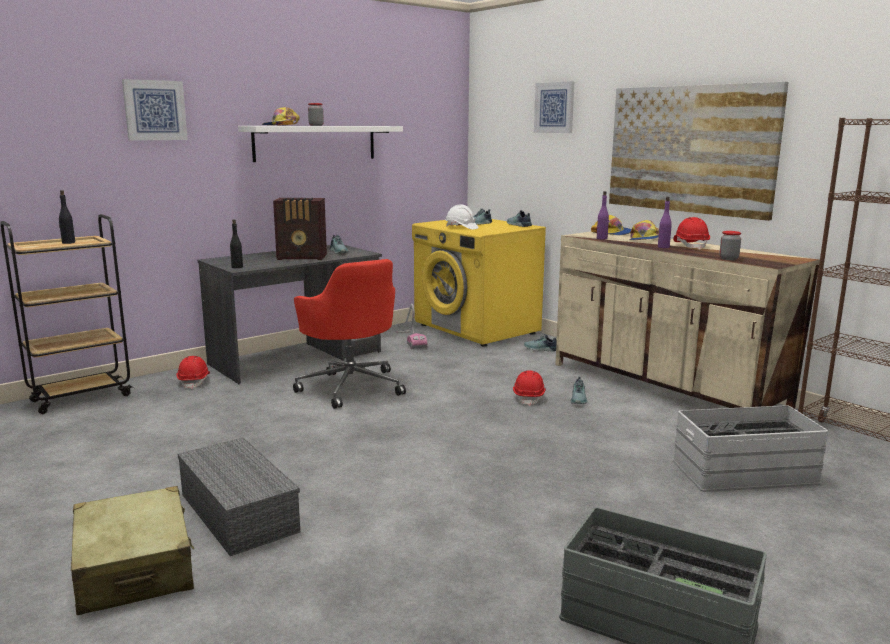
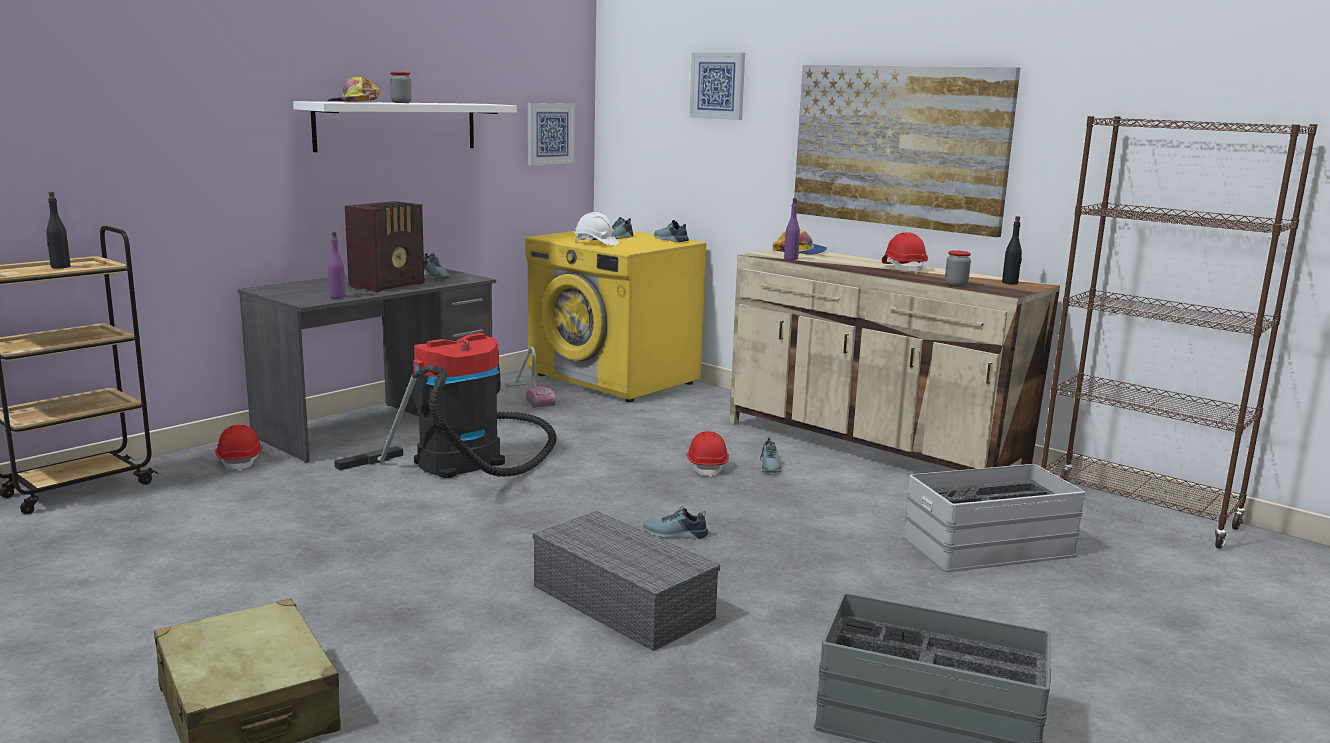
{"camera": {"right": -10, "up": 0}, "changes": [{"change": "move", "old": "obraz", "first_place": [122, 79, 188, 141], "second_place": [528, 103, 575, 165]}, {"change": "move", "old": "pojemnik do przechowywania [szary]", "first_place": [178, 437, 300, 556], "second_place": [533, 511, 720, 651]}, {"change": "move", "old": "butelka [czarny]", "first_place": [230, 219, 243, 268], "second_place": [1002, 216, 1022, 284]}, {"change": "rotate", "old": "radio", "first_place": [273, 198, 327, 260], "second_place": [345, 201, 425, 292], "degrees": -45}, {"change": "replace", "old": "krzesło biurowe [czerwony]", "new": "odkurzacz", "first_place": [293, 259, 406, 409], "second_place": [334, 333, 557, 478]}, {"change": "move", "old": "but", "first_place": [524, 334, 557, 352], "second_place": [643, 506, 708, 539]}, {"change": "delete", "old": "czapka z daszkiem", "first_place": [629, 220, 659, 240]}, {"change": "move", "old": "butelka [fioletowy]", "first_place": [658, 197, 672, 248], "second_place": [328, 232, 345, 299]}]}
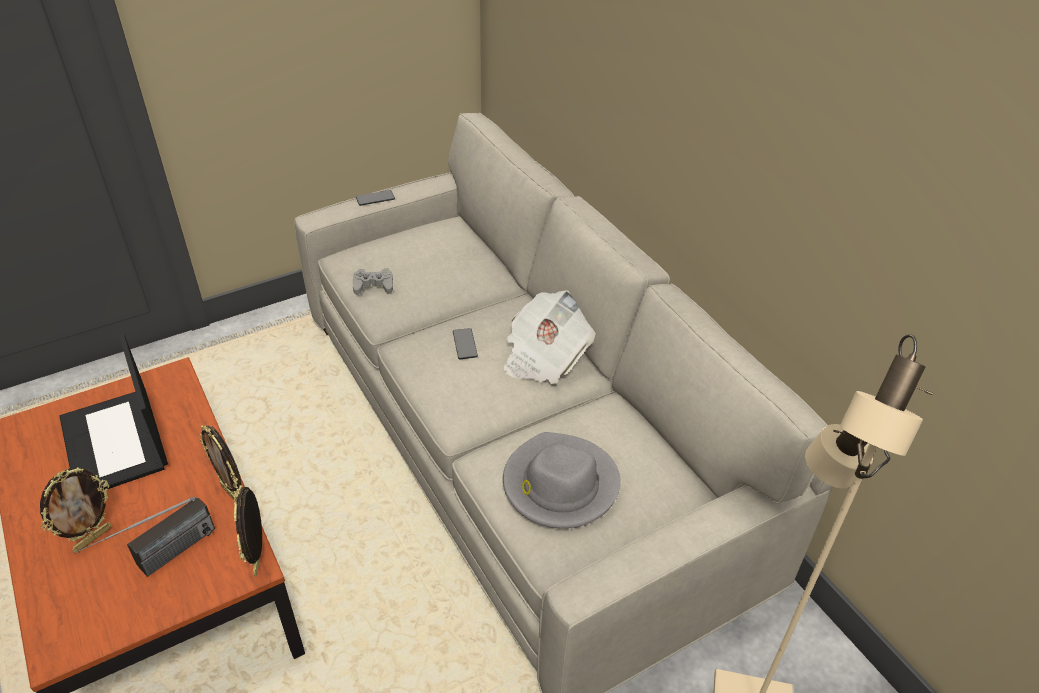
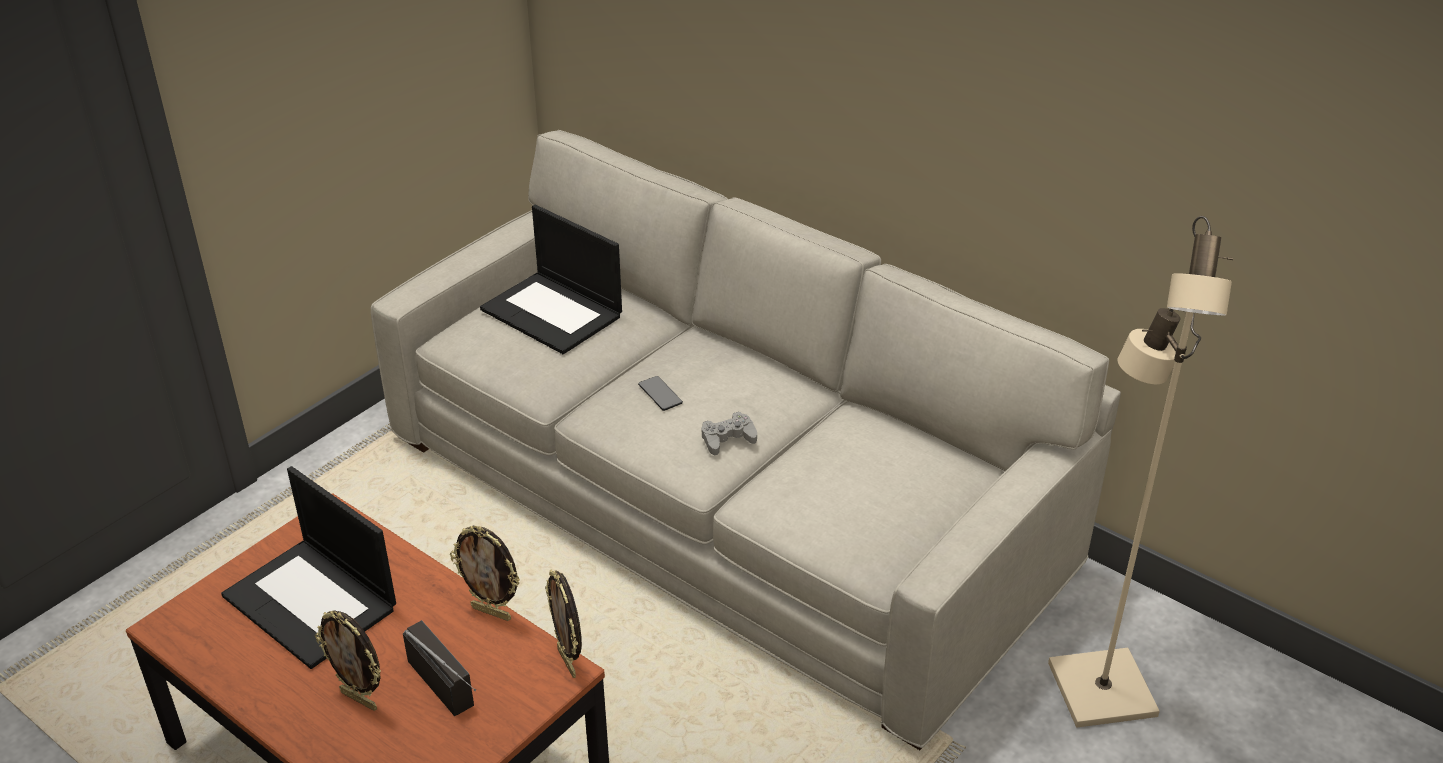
{"camera": {"right": -20, "up": -5}, "changes": [{"change": "rotate", "old": "ramka na zdjęcie", "first_place": [40, 467, 111, 552], "second_place": [315, 610, 381, 711], "degrees": 105}, {"change": "rotate", "old": "radio", "first_place": [74, 497, 215, 577], "second_place": [403, 620, 476, 716], "degrees": -60}, {"change": "move", "old": "pad do gier [szary]", "first_place": [353, 268, 393, 295], "second_place": [702, 412, 757, 455]}, {"change": "delete", "old": "telefon", "first_place": [356, 190, 395, 206]}, {"change": "delete", "old": "gazeta", "first_place": [503, 290, 596, 384]}, {"change": "delete", "old": "kapelusz [szary]", "first_place": [503, 432, 621, 528]}, {"change": "insert", "new": "laptop", "second_place": [480, 205, 622, 354]}]}
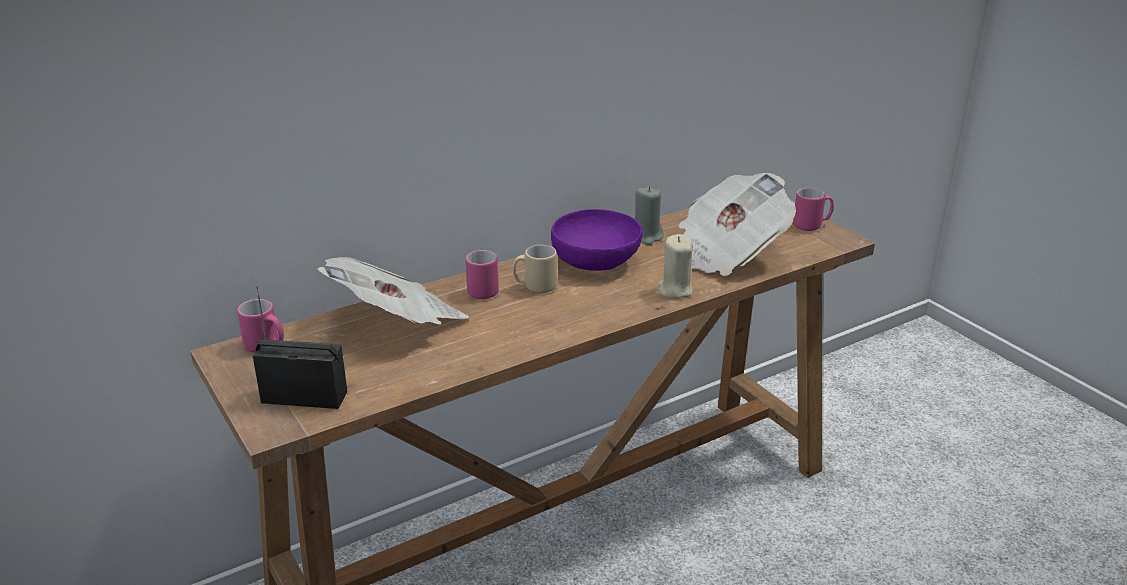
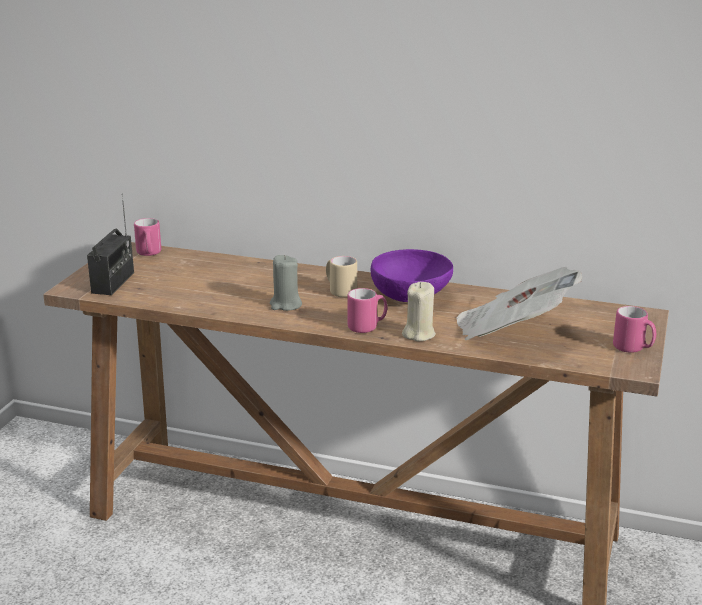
{"camera": {"right": 50, "up": -5}, "changes": [{"change": "rotate", "old": "radio", "first_place": [253, 286, 347, 409], "second_place": [87, 194, 134, 295], "degrees": 45}, {"change": "delete", "old": "gazeta", "first_place": [317, 257, 469, 325]}, {"change": "move", "old": "kubek [różowy]", "first_place": [465, 250, 499, 299], "second_place": [348, 288, 387, 333]}, {"change": "move", "old": "świeca [szary]", "first_place": [635, 186, 664, 245], "second_place": [270, 255, 302, 311]}]}
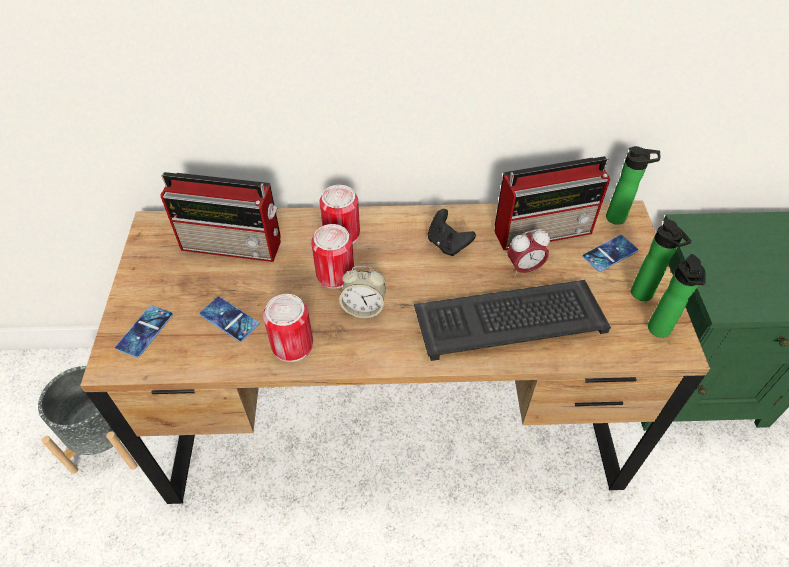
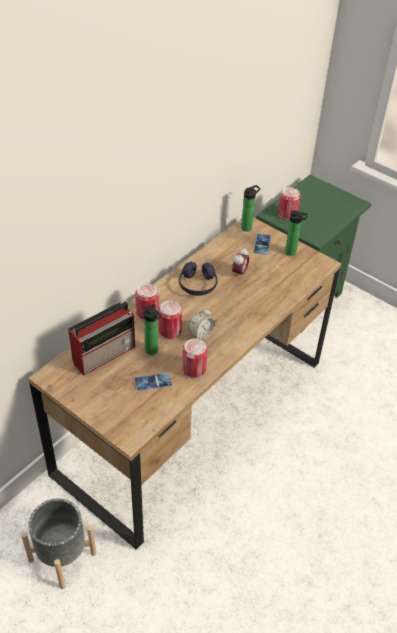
{"camera": {"right": -50, "up": -5}, "changes": [{"change": "delete", "old": "telefon", "first_place": [115, 305, 173, 358]}, {"change": "delete", "old": "klawiatura", "first_place": [414, 280, 611, 361]}, {"change": "replace", "old": "pad do gier [czarny]", "new": "słuchawki [fioletowy]", "first_place": [428, 209, 476, 256], "second_place": [179, 262, 217, 296]}, {"change": "delete", "old": "radio", "first_place": [494, 156, 610, 250]}, {"change": "move", "old": "butelka", "first_place": [648, 254, 706, 338], "second_place": [144, 306, 162, 355]}, {"change": "insert", "new": "puszka", "second_place": [279, 187, 300, 220]}]}
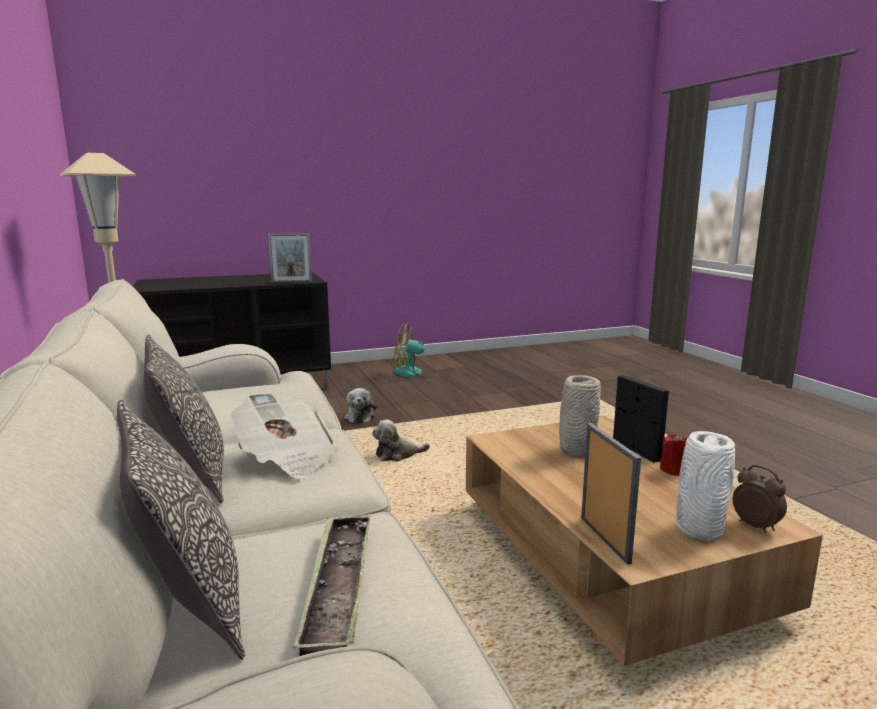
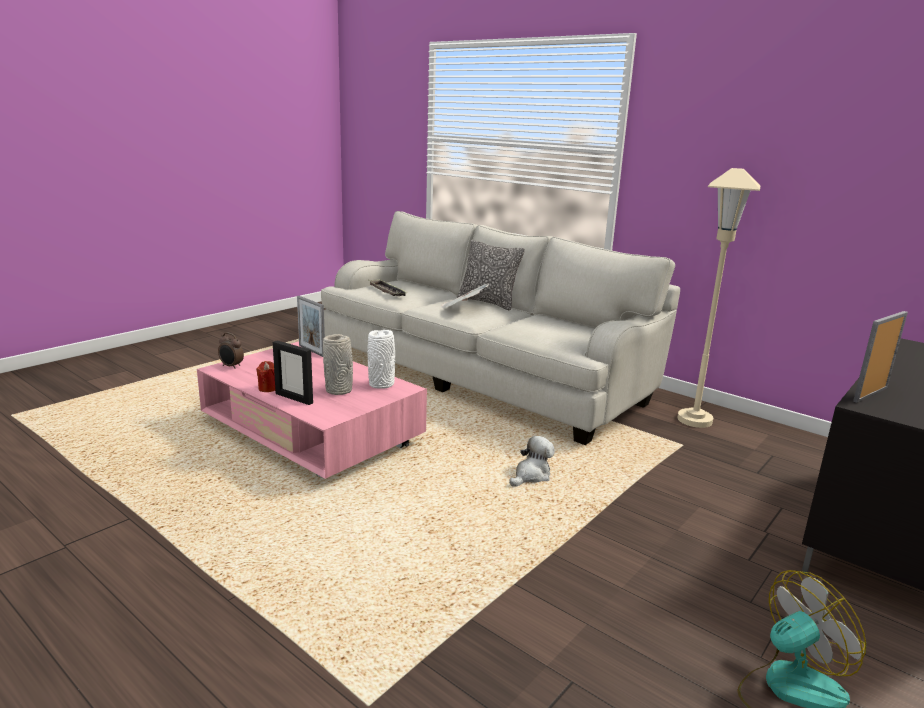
{"camera": {"right": 150, "up": 5}, "changes": [{"change": "delete", "old": "poduszka", "first_place": [117, 400, 245, 660]}, {"change": "delete", "old": "pluszak", "first_place": [344, 388, 377, 423]}, {"change": "recolor", "old": "ława [brązowy]", "new": "ława [różowy]", "first_place": [466, 416, 823, 666], "second_place": [197, 342, 427, 479]}, {"change": "move", "old": "wazon [biały]", "first_place": [676, 431, 735, 541], "second_place": [367, 330, 395, 389]}]}
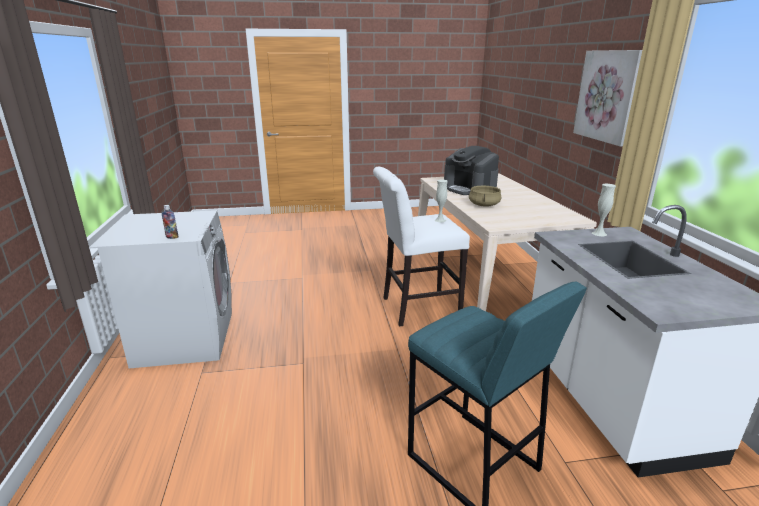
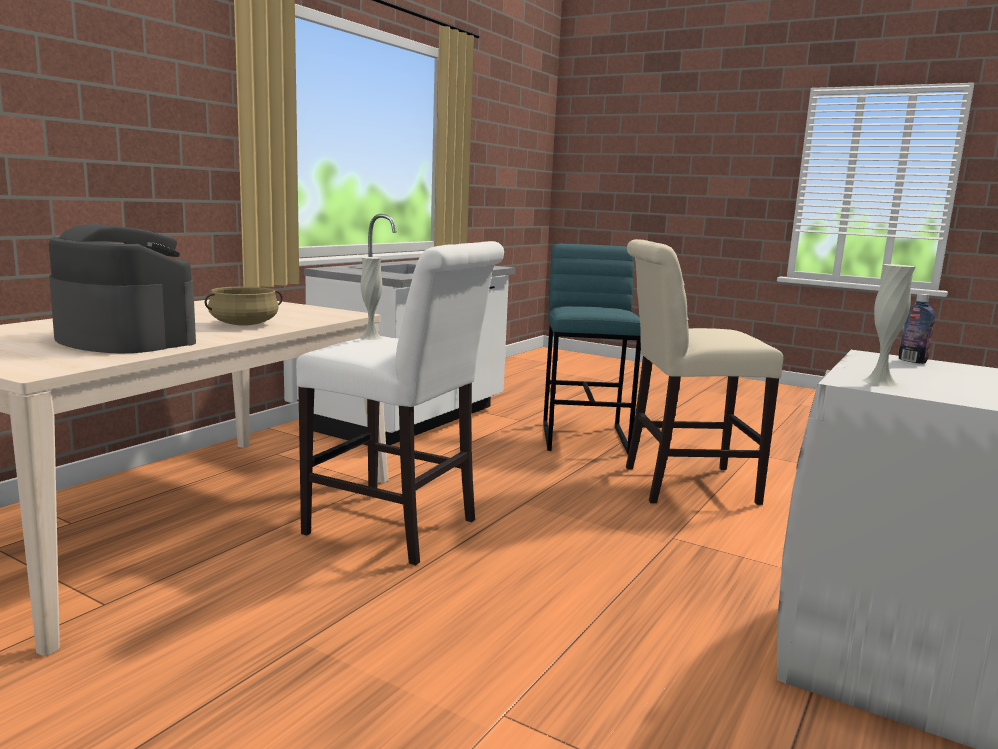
{"camera": {"right": -140, "up": -10}, "changes": [{"change": "rotate", "old": "ekspres do kawy", "first_place": [444, 146, 499, 195], "second_place": [49, 224, 196, 353], "degrees": -60}, {"change": "delete", "old": "obraz", "first_place": [573, 50, 642, 147]}, {"change": "move", "old": "wazon [biały]", "first_place": [592, 184, 616, 236], "second_place": [862, 264, 915, 387]}, {"change": "insert", "new": "stołek [beżowy]", "second_place": [626, 239, 783, 505]}]}
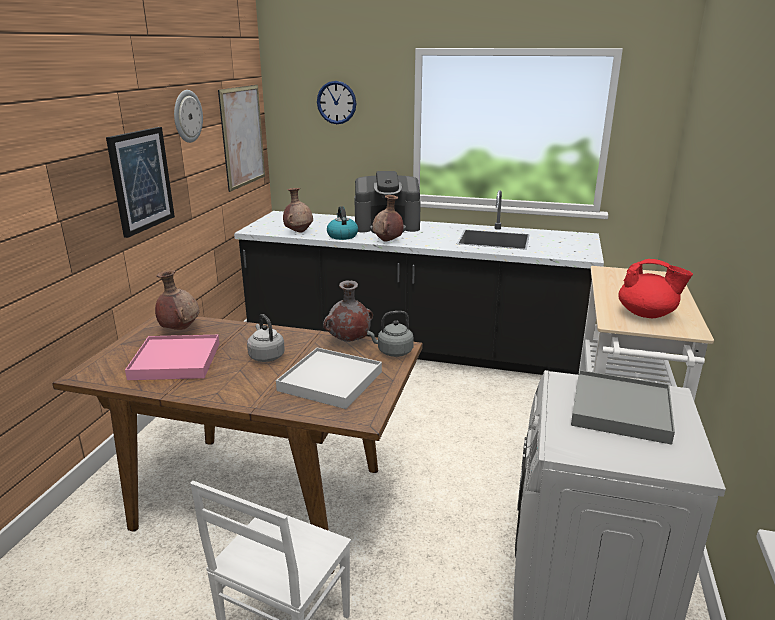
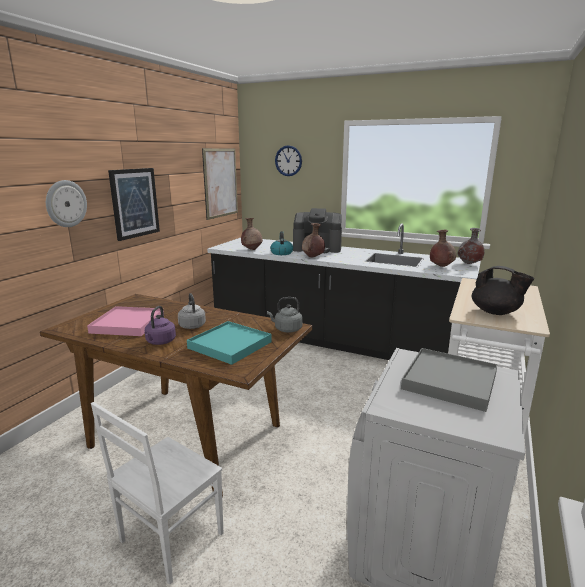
{"camera": {"right": 10, "up": -5}, "changes": [{"change": "move", "old": "wazon [brązowy]", "first_place": [155, 270, 199, 330], "second_place": [430, 230, 456, 267]}, {"change": "move", "old": "zegar ścienny", "first_place": [174, 90, 203, 143], "second_place": [46, 180, 87, 227]}, {"change": "recolor", "old": "taca [biały]", "new": "taca [turkusowy]", "first_place": [276, 348, 382, 409], "second_place": [187, 321, 272, 365]}, {"change": "move", "old": "wazon [szary]", "first_place": [323, 280, 373, 342], "second_place": [458, 228, 485, 264]}, {"change": "recolor", "old": "imbryk [czerwony]", "new": "imbryk [czarny]", "first_place": [618, 259, 693, 318], "second_place": [472, 266, 534, 315]}, {"change": "insert", "new": "czajnik [fioletowy]", "second_place": [144, 306, 176, 345]}]}
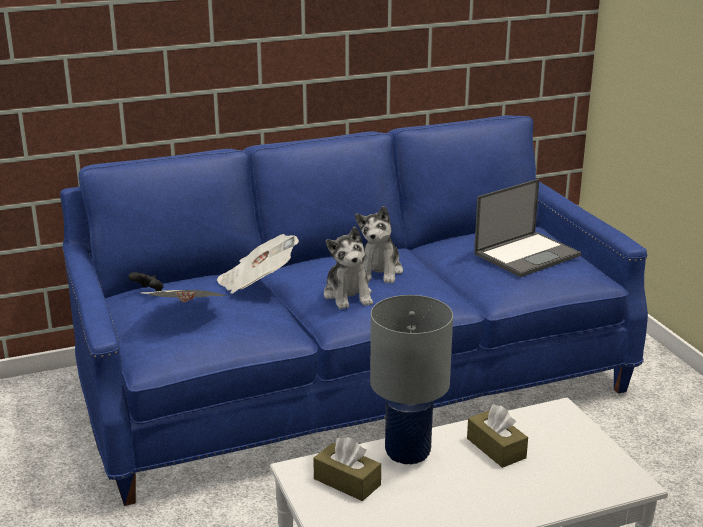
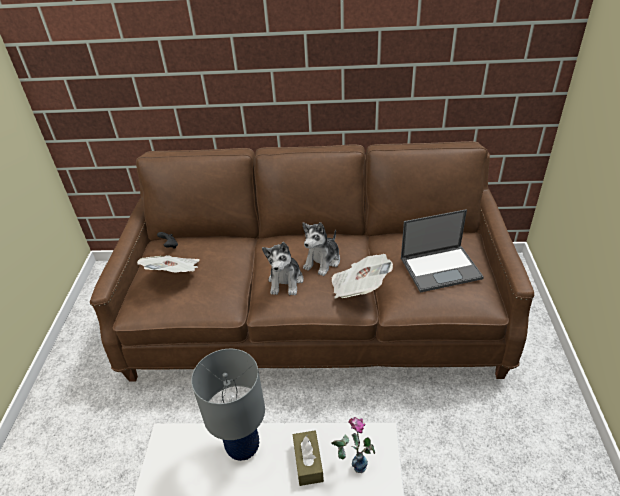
{"camera": {"right": 25, "up": 15}, "changes": [{"change": "recolor", "old": "kanapa [niebieski]", "new": "kanapa [brązowy]", "first_place": [60, 115, 648, 506], "second_place": [90, 141, 535, 382]}, {"change": "move", "old": "gazeta", "first_place": [217, 234, 299, 293], "second_place": [332, 254, 393, 299]}, {"change": "delete", "old": "pudełko chusteczek [brązowy]", "first_place": [313, 437, 381, 501]}, {"change": "insert", "new": "wazon", "second_place": [332, 417, 375, 473]}]}
